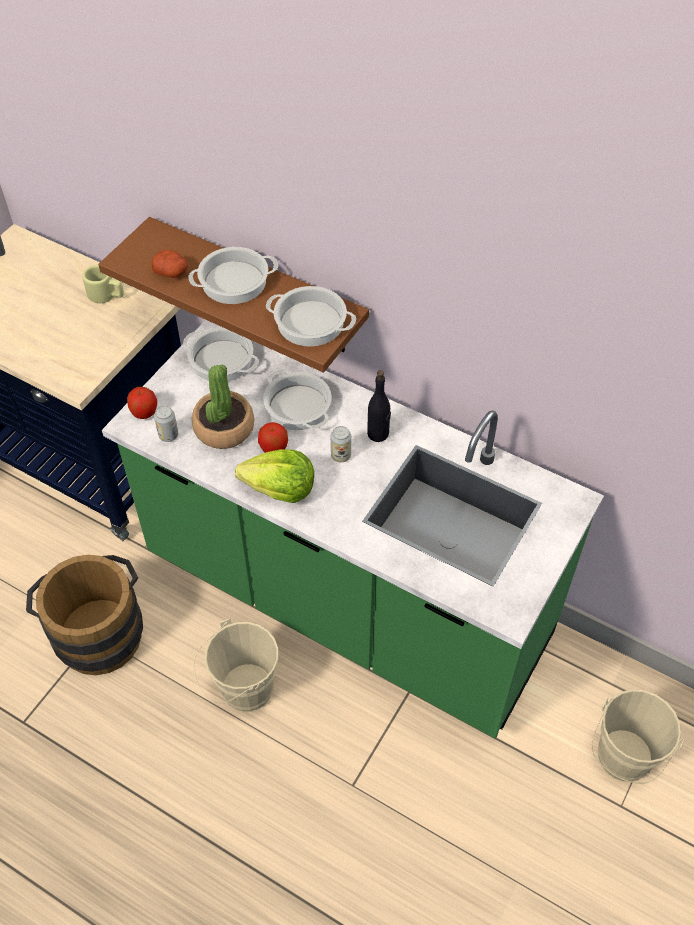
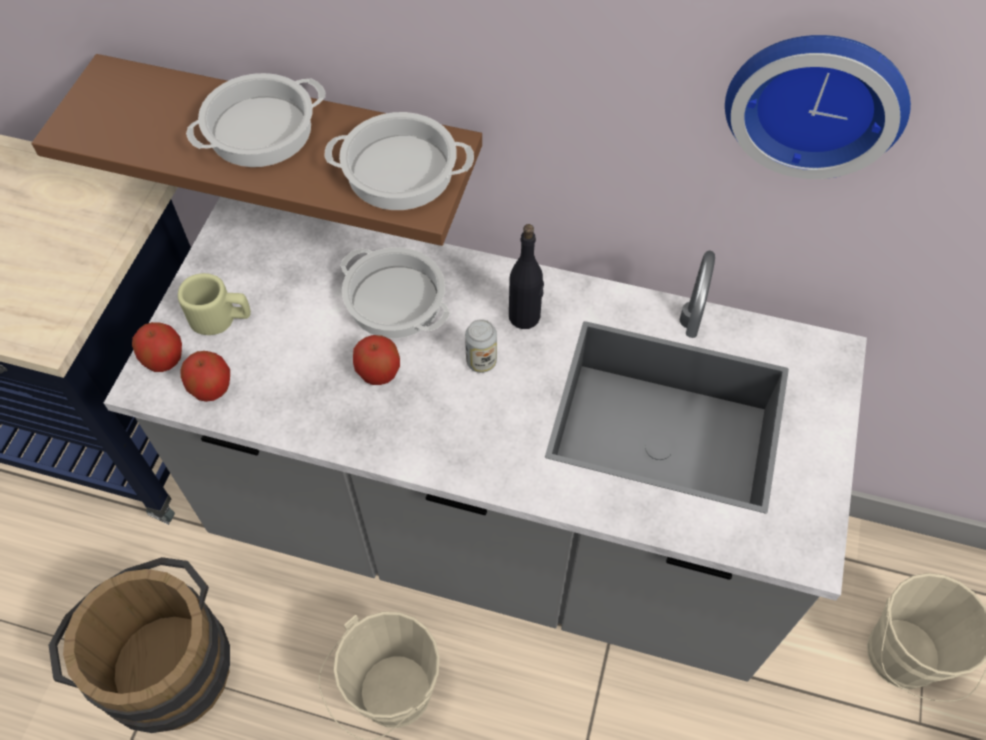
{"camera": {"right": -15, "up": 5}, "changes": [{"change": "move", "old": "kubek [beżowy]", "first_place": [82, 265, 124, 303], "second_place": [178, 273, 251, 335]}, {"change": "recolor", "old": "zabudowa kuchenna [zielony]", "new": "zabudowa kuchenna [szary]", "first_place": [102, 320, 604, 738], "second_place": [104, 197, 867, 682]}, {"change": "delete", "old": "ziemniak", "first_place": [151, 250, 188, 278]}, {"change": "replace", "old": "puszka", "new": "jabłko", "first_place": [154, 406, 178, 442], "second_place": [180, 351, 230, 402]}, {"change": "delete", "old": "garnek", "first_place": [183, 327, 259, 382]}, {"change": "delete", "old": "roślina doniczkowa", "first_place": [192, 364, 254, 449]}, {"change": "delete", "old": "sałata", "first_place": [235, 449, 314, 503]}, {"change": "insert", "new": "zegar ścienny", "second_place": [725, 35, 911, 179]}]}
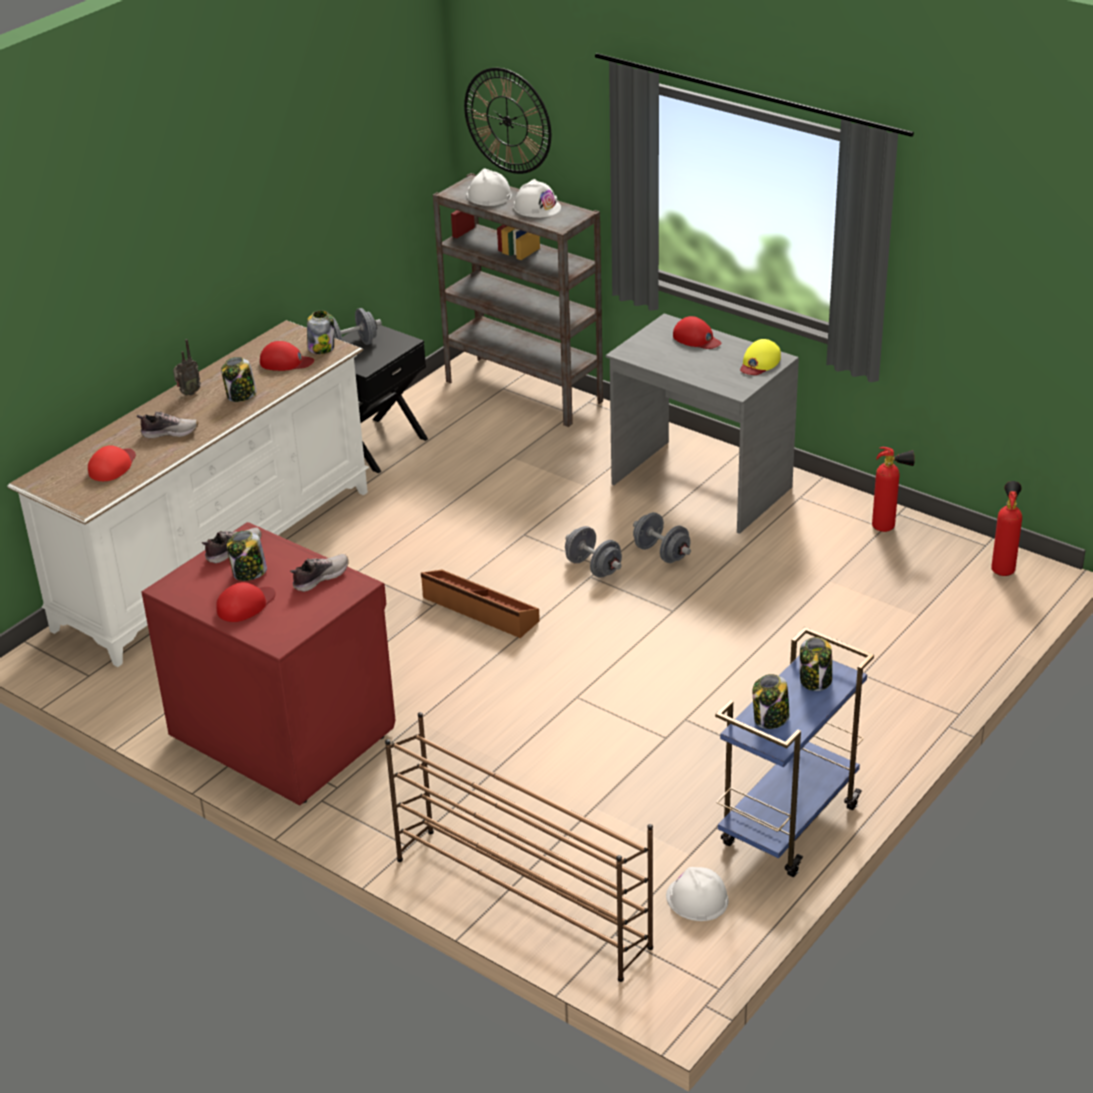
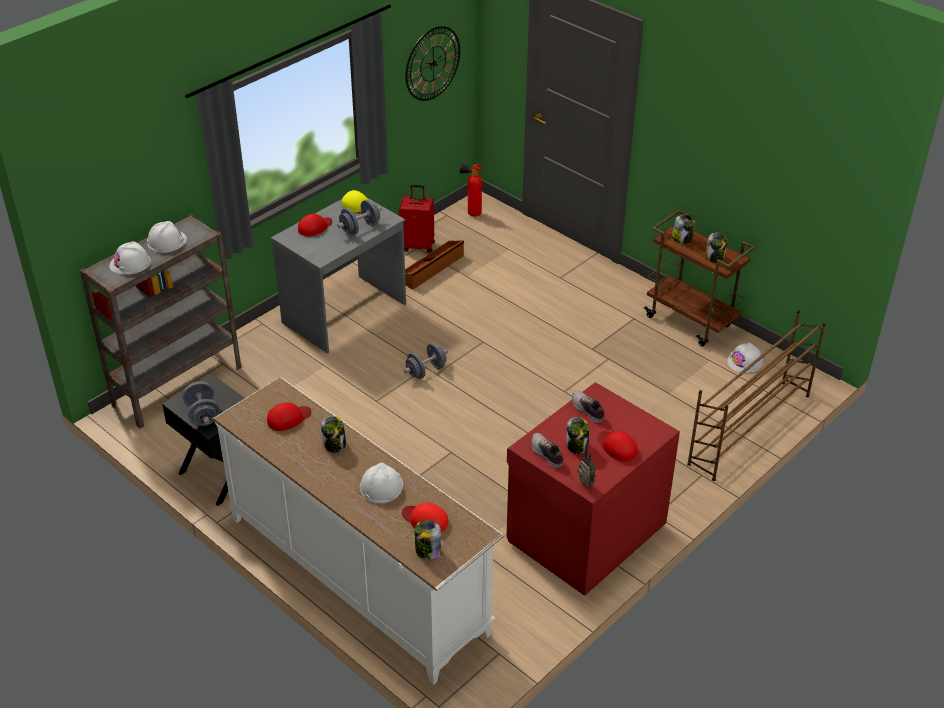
{"camera": {"right": -85, "up": 5}, "changes": [{"change": "replace", "old": "but", "new": "kask [biały]", "first_place": [137, 411, 198, 438], "second_place": [360, 463, 403, 503]}, {"change": "move", "old": "radio", "first_place": [173, 339, 201, 396], "second_place": [578, 443, 596, 486]}, {"change": "rotate", "old": "czapka z daszkiem [czerwony]", "first_place": [260, 341, 314, 371], "second_place": [267, 403, 311, 431], "degrees": 45}, {"change": "move", "old": "słoik", "first_place": [307, 310, 334, 354], "second_place": [415, 520, 442, 560]}, {"change": "move", "old": "pojemnik do przechowywania [brązowy]", "first_place": [421, 570, 540, 638], "second_place": [405, 240, 464, 290]}, {"change": "move", "old": "zegar ścienny", "first_place": [464, 68, 551, 174], "second_place": [405, 26, 460, 101]}, {"change": "move", "old": "hantel [szary]", "first_place": [633, 512, 691, 563], "second_place": [337, 200, 382, 235]}, {"change": "recolor", "old": "wózek [niebieski]", "new": "wózek [brązowy]", "first_place": [715, 627, 874, 877], "second_place": [644, 209, 756, 347]}, {"change": "replace", "old": "gaśnica", "new": "walizka [czerwony]", "first_place": [872, 447, 915, 532], "second_place": [399, 185, 435, 253]}]}
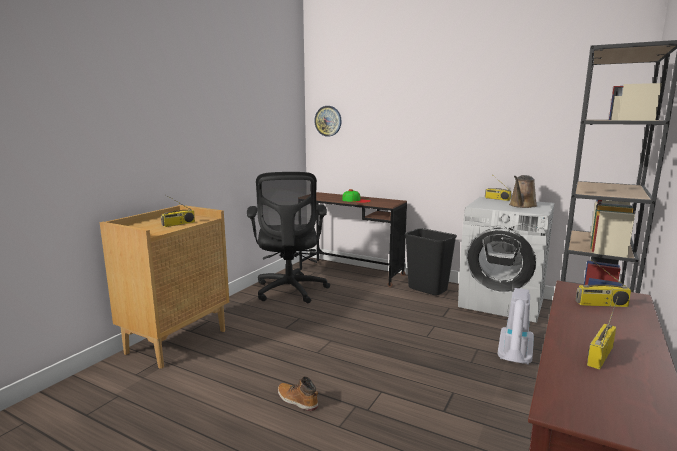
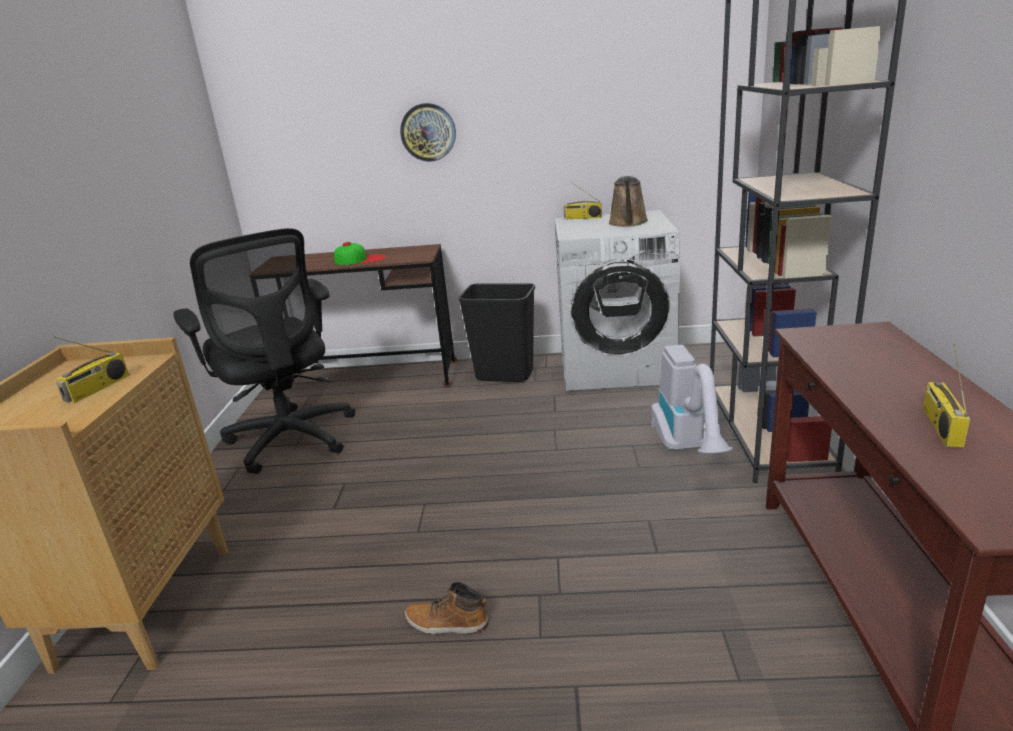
{"camera": {"right": -25, "up": 10}, "changes": [{"change": "move", "old": "zegar ścienny", "first_place": [314, 106, 342, 137], "second_place": [400, 103, 456, 162]}, {"change": "delete", "old": "radio", "first_place": [575, 259, 631, 307]}]}
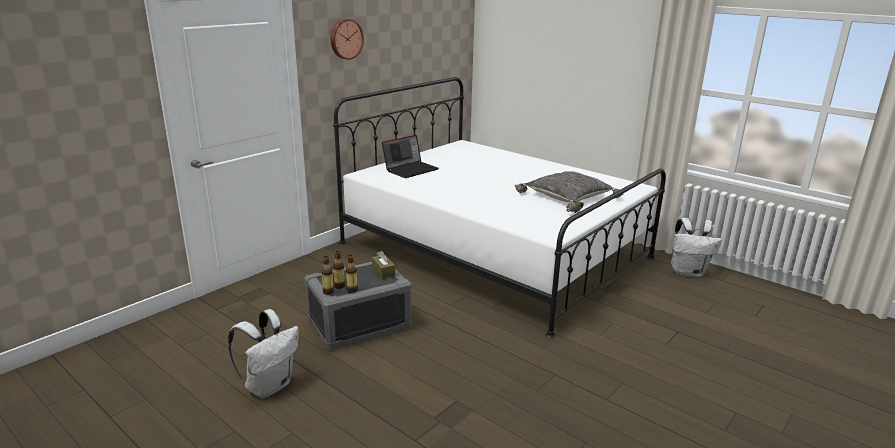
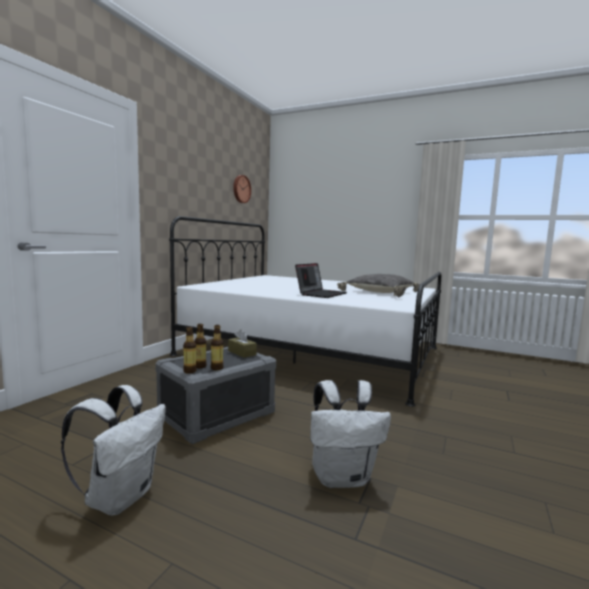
{"camera": {"right": -15, "up": -15}, "changes": [{"change": "move", "old": "zegar ścienny", "first_place": [331, 19, 364, 60], "second_place": [233, 175, 251, 203]}, {"change": "move", "old": "laptop", "first_place": [382, 135, 439, 178], "second_place": [295, 263, 347, 298]}, {"change": "move", "old": "plecak [biały]", "first_place": [671, 218, 722, 277], "second_place": [310, 380, 391, 488]}]}
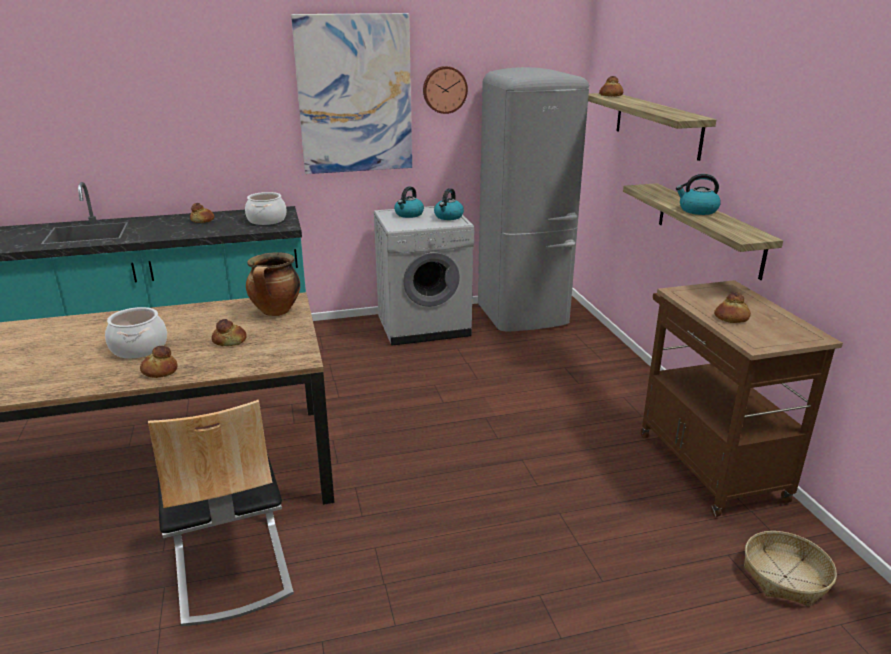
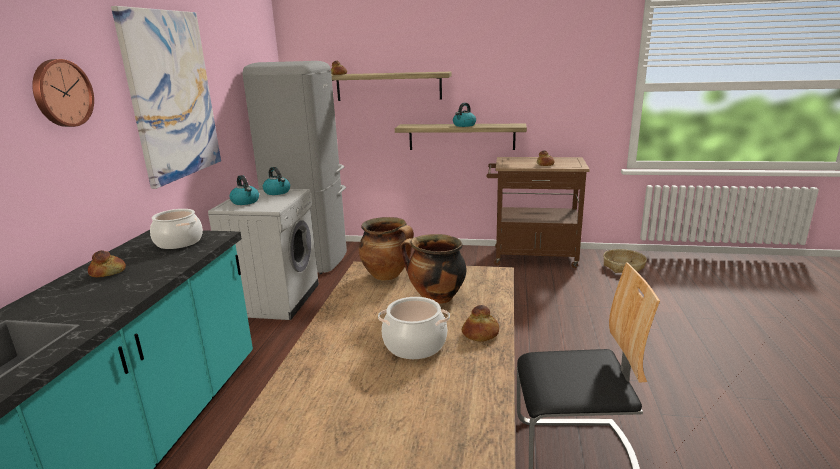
{"camera": {"right": -65, "up": -5}, "changes": [{"change": "replace", "old": "chleb", "new": "garnek", "first_place": [212, 319, 247, 346], "second_place": [400, 234, 467, 304]}, {"change": "move", "old": "zegar ścienny", "first_place": [423, 66, 468, 114], "second_place": [32, 59, 94, 127]}]}
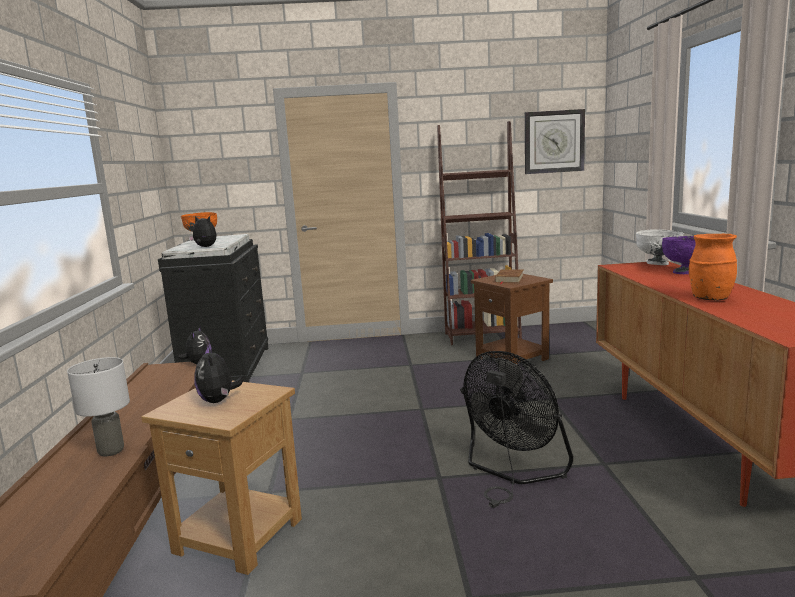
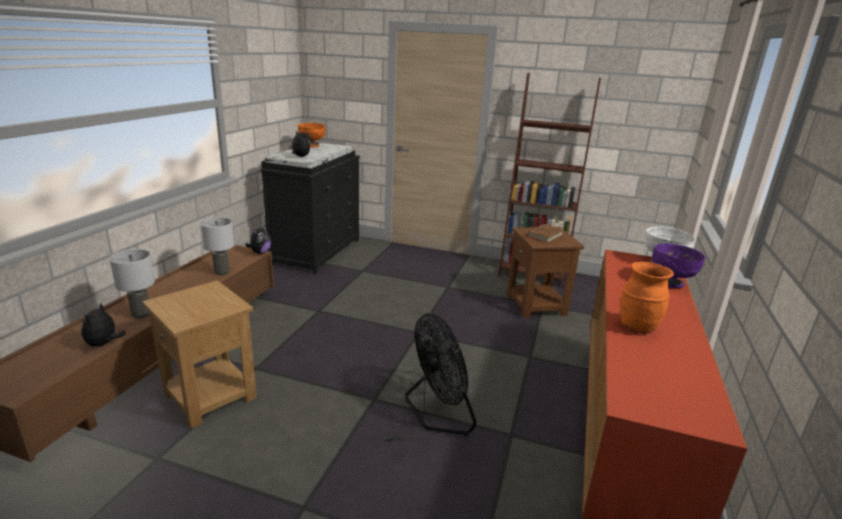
{"camera": {"right": 20, "up": 10}, "changes": [{"change": "move", "old": "pluszak", "first_place": [194, 346, 244, 403], "second_place": [81, 302, 126, 347]}, {"change": "delete", "old": "zegar ścienny", "first_place": [525, 109, 585, 174]}, {"change": "insert", "new": "lampa stołowa [biały]", "second_place": [200, 217, 234, 275]}]}
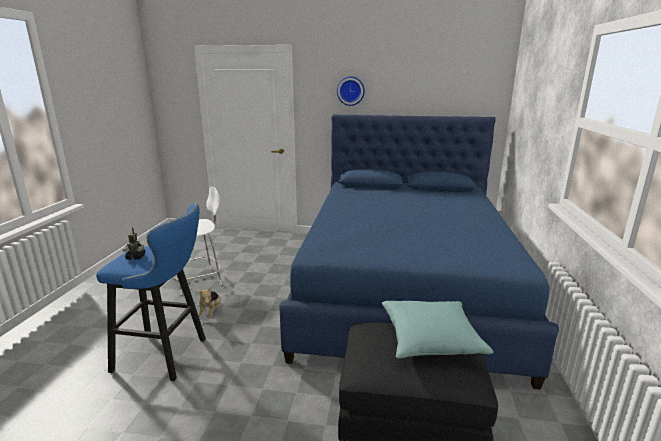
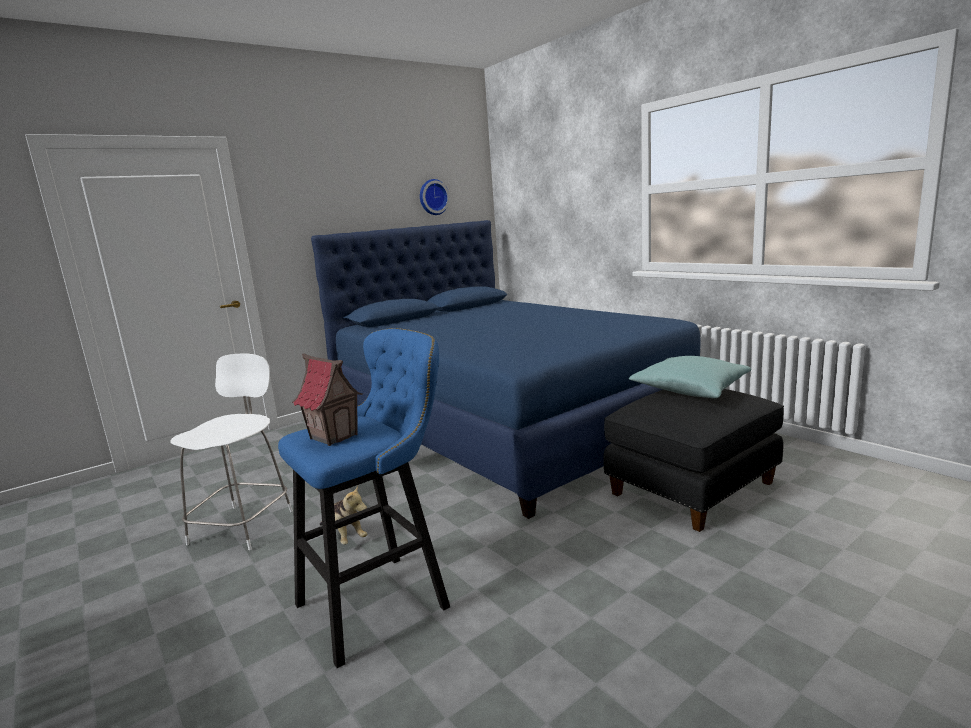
{"camera": {"right": -45, "up": -5}, "changes": [{"change": "replace", "old": "robot zabawkowy", "new": "domek", "first_place": [123, 227, 145, 260], "second_place": [292, 354, 363, 446]}, {"change": "move", "old": "zegar ścienny", "first_place": [337, 76, 365, 106], "second_place": [420, 179, 450, 215]}]}
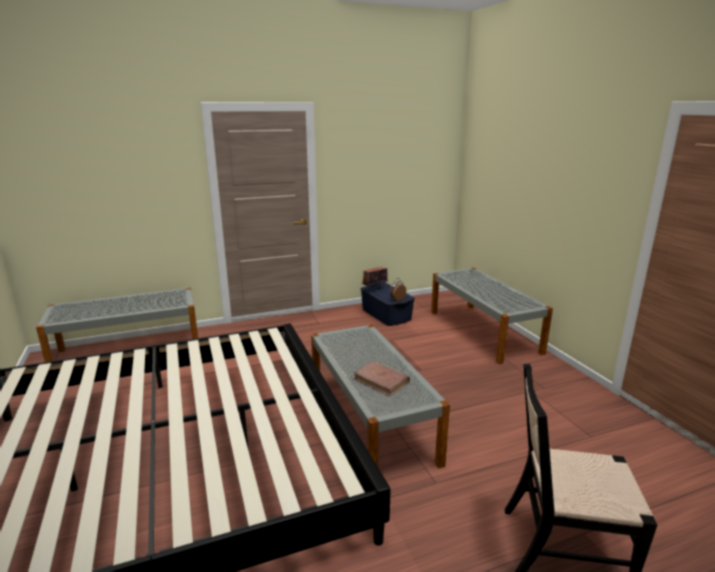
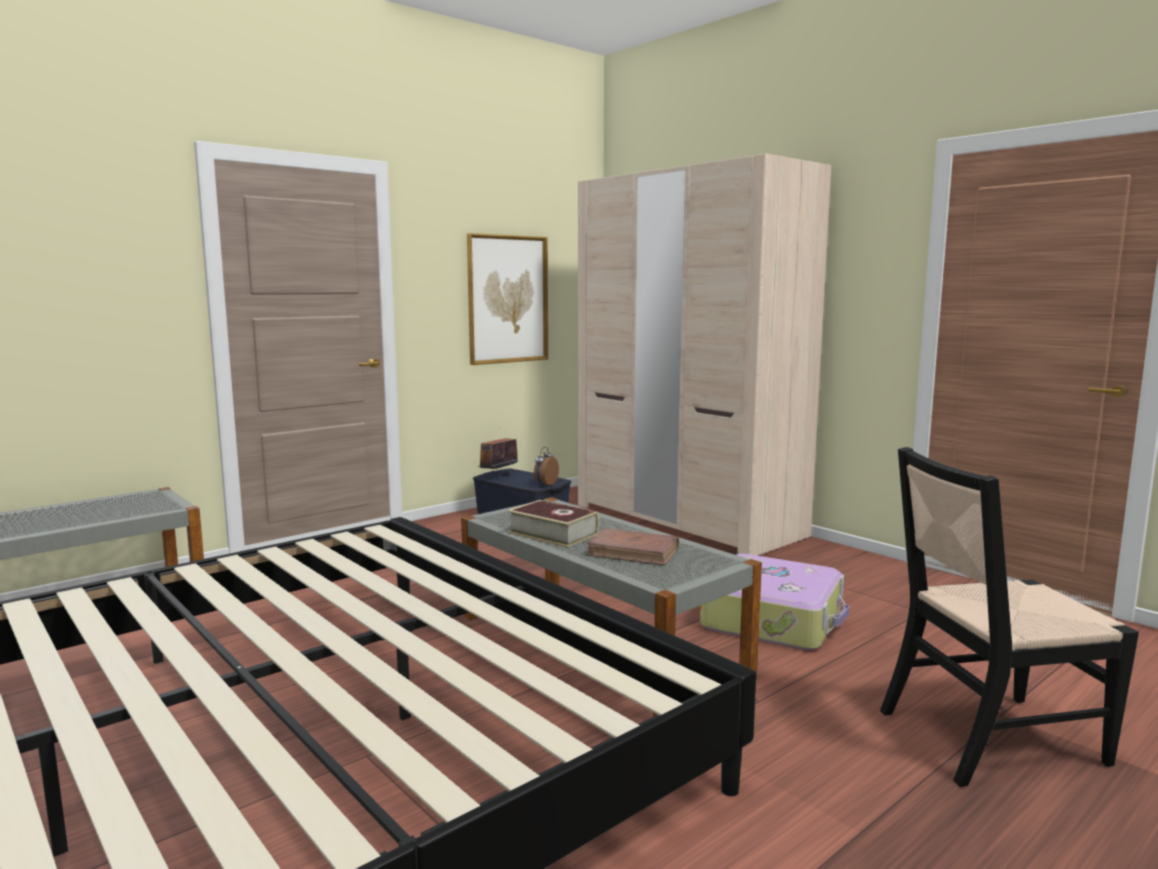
{"camera": {"right": -20, "up": -10}, "changes": [{"change": "replace", "old": "ławka [szary]", "new": "szafa [beżowy]", "first_place": [431, 267, 553, 365], "second_place": [578, 154, 831, 556]}, {"change": "insert", "new": "obraz", "second_place": [467, 233, 548, 365]}, {"change": "insert", "new": "książka", "second_place": [508, 500, 599, 548]}, {"change": "insert", "new": "walizka", "second_place": [700, 554, 850, 650]}]}
